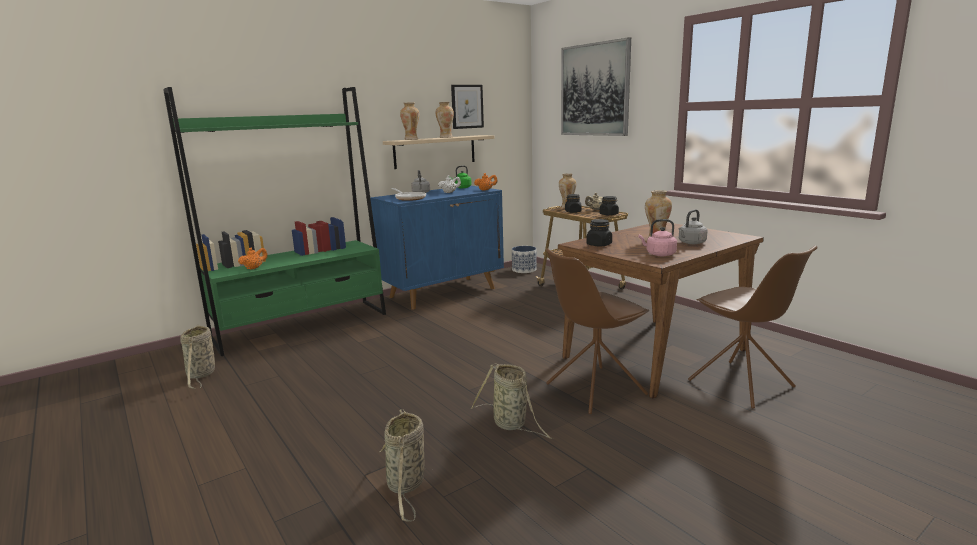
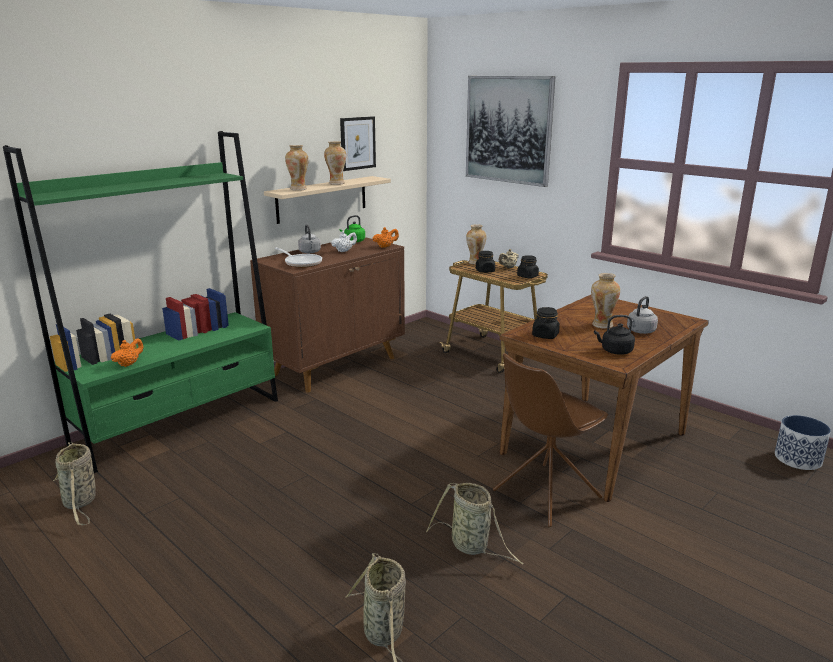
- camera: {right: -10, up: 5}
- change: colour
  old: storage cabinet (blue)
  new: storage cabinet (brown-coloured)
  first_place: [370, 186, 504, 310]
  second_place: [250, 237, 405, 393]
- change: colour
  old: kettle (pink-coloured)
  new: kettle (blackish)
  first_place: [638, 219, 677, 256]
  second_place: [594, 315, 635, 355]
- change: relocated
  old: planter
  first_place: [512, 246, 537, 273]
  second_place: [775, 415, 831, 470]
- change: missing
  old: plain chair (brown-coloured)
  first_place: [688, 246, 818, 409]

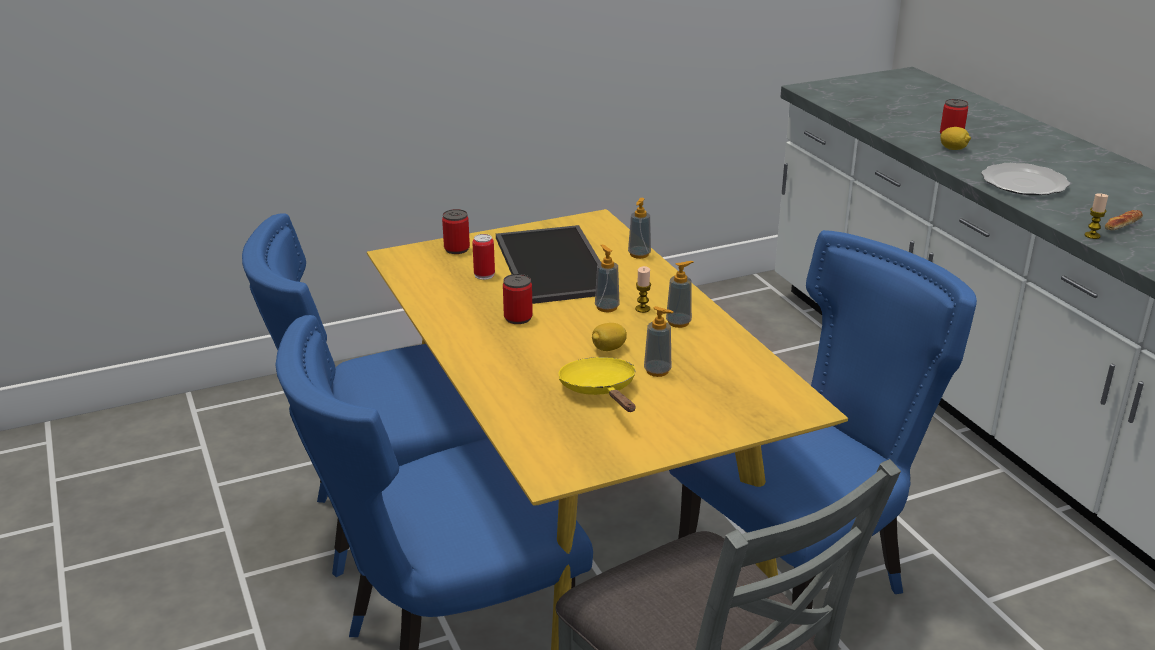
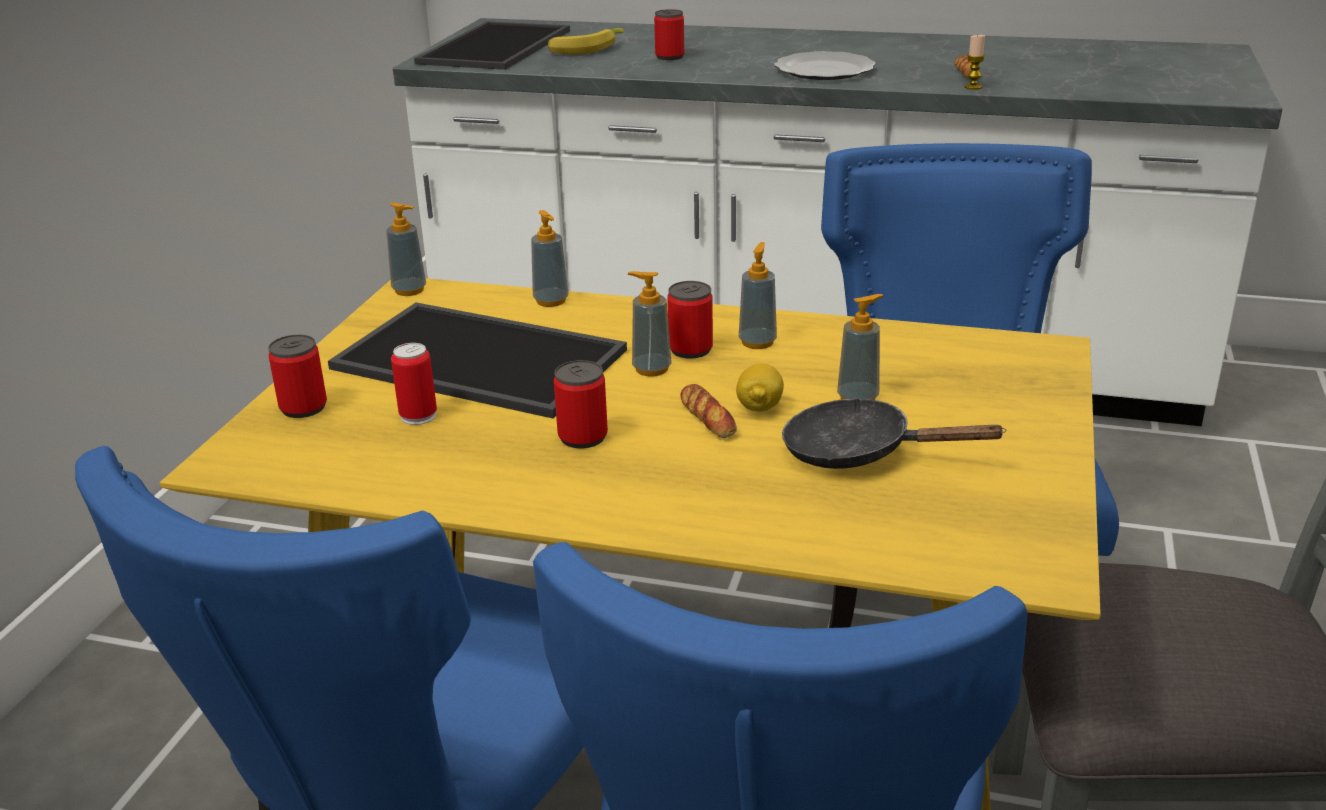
- camera: {right: -50, up: 0}
- change: missing
  old: lemon
  first_place: [940, 127, 971, 150]
- change: exchanged
  old: wax candle
  new: sealed can
  first_place: [635, 266, 651, 313]
  second_place: [667, 281, 713, 359]
- change: colour
  old: frying pan (yellowish)
  new: frying pan (blackish)
  first_place: [559, 357, 636, 412]
  second_place: [782, 398, 1007, 469]
- change: appeared
  new: tray
  second_place: [414, 21, 570, 70]
- change: appeared
  new: banana fruit
  second_place: [548, 28, 624, 55]
- change: appeared
  new: liquid soap bottle
  second_place: [386, 202, 426, 296]
- change: appeared
  new: baked bread
  second_place: [680, 384, 737, 438]

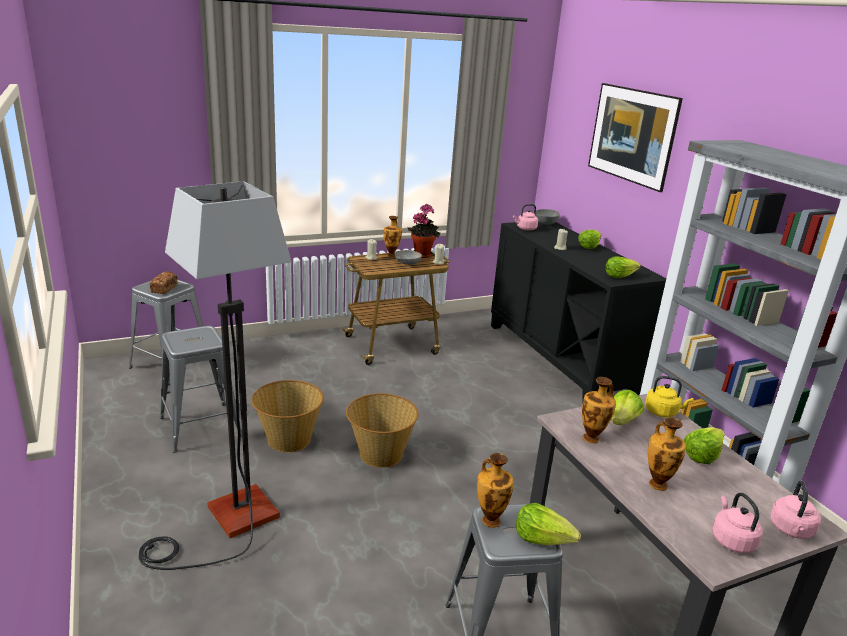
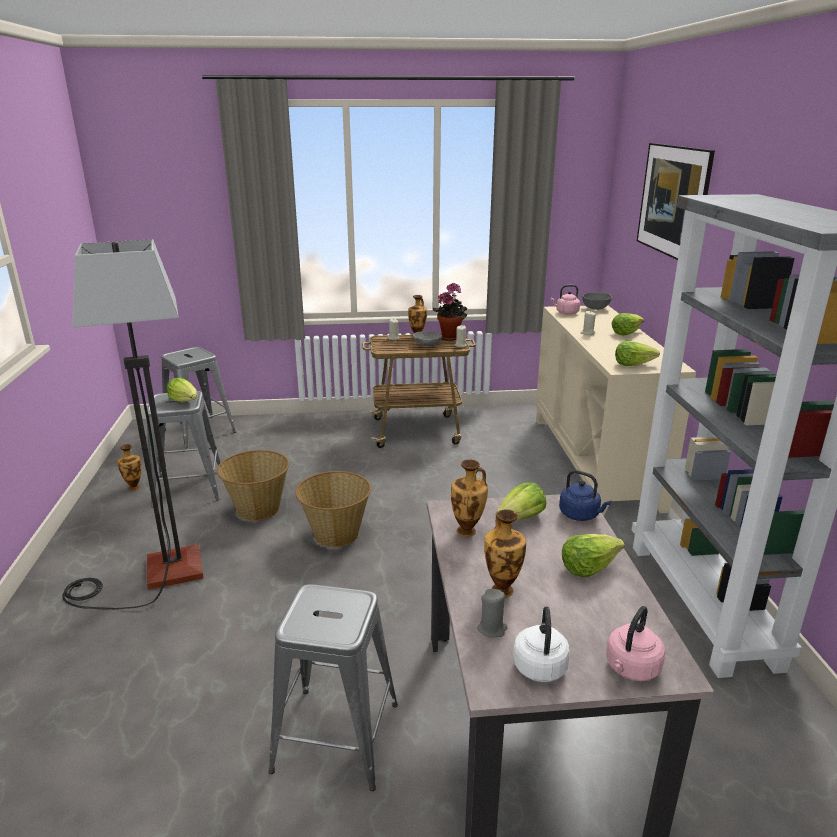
- camera: {right: 20, up: 0}
- change: colour
  old: storage cabinet (blackish)
  new: storage cabinet (beige-coloured)
  first_place: [491, 222, 666, 403]
  second_place: [536, 306, 696, 516]
- change: missing
  old: baked bread
  first_place: [150, 271, 178, 294]
- change: colour
  old: kettle (yellowish)
  new: kettle (blue)
  first_place: [645, 376, 694, 417]
  second_place: [559, 470, 611, 521]
- change: relocated
  old: vase
  first_place: [477, 453, 514, 528]
  second_place: [117, 444, 142, 491]
- change: colour
  old: kettle (pink-coloured)
  new: kettle (white)
  first_place: [712, 493, 763, 553]
  second_place: [513, 607, 570, 682]
- change: relocated
  old: head of lettuce
  first_place: [516, 503, 581, 545]
  second_place: [167, 378, 197, 402]
- change: appeared
  new: wax candle (gray)
  second_place: [477, 589, 508, 638]

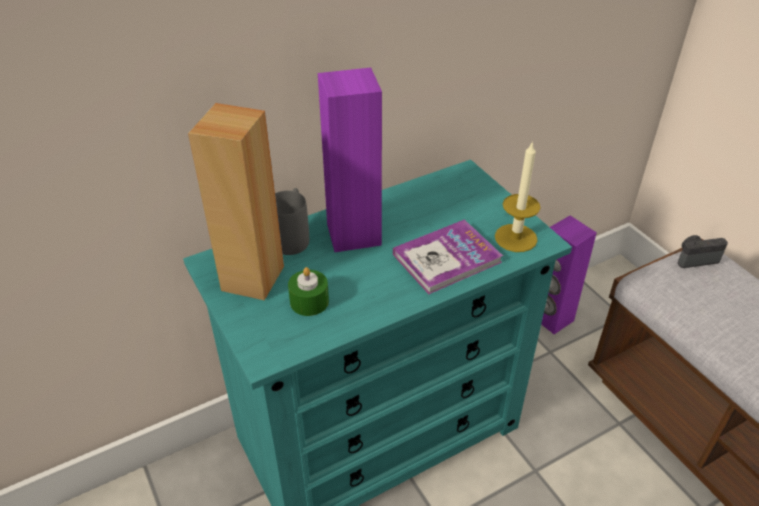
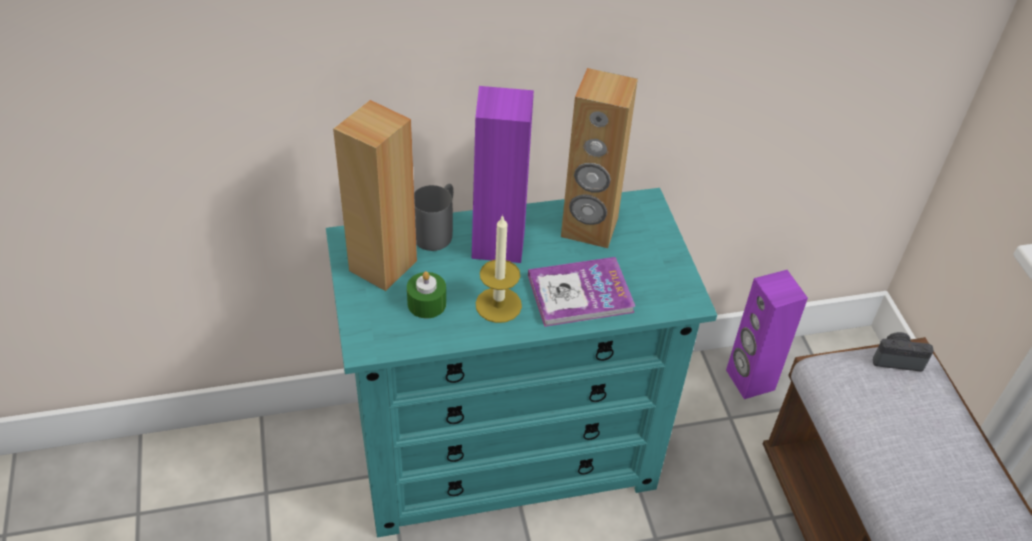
- camera: {right: 15, up: 5}
- change: relocated
  old: wax candle
  first_place: [495, 141, 541, 252]
  second_place: [476, 215, 522, 323]
- change: appeared
  new: audio speaker (brown-coloured)
  second_place: [561, 68, 638, 248]

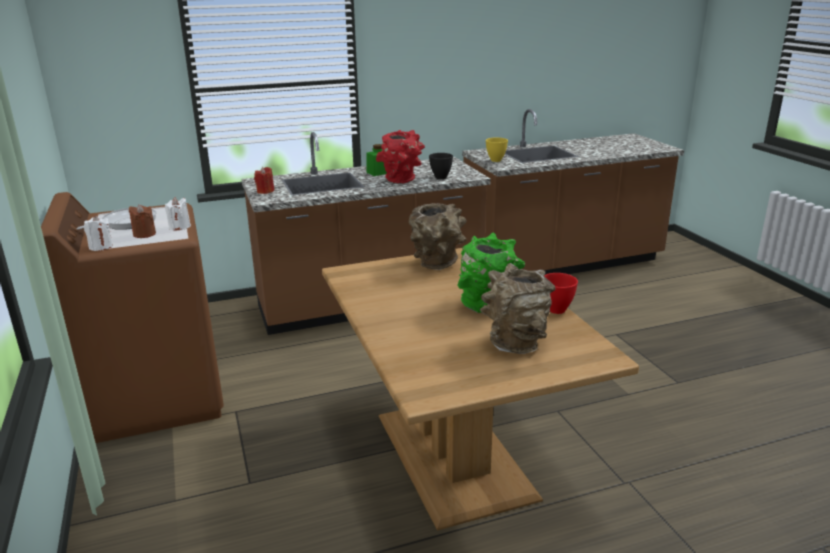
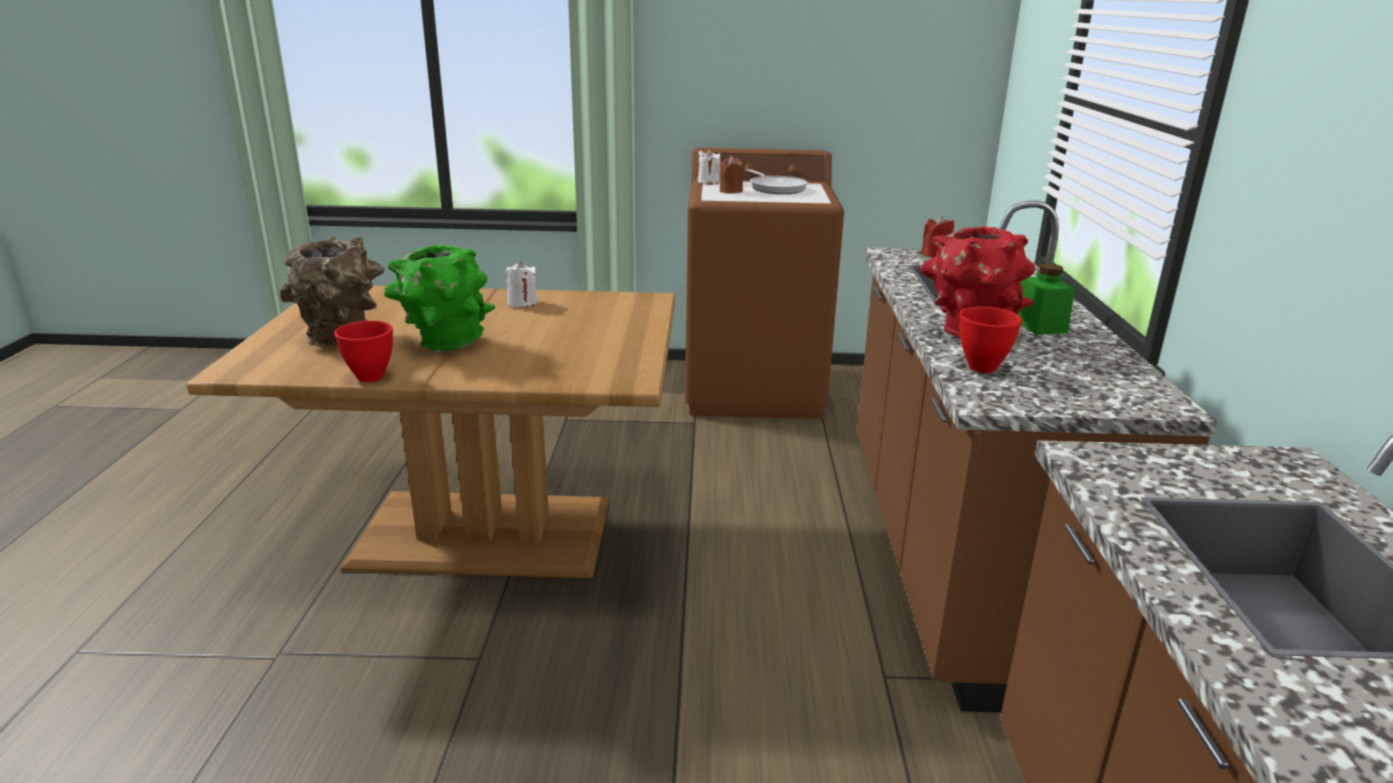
- camera: {right: 110, up: 0}
- change: missing
  old: bowl (yellowish)
  first_place: [486, 138, 508, 162]
- change: colour
  old: bowl (blackish)
  new: bowl (red-coloured)
  first_place: [429, 153, 453, 179]
  second_place: [960, 306, 1022, 373]
- change: relocated
  old: wax candle (white)
  first_place: [165, 197, 191, 231]
  second_place: [505, 261, 537, 307]
- change: missing
  old: vase (brown-coloured)
  first_place: [409, 203, 467, 270]

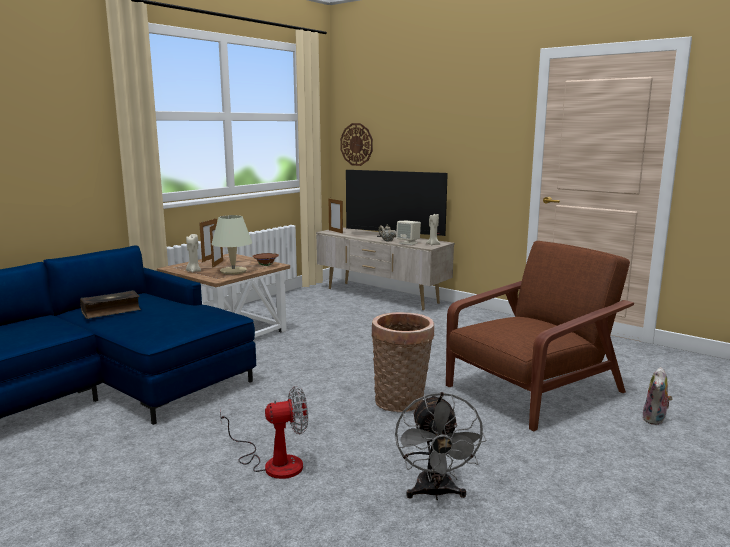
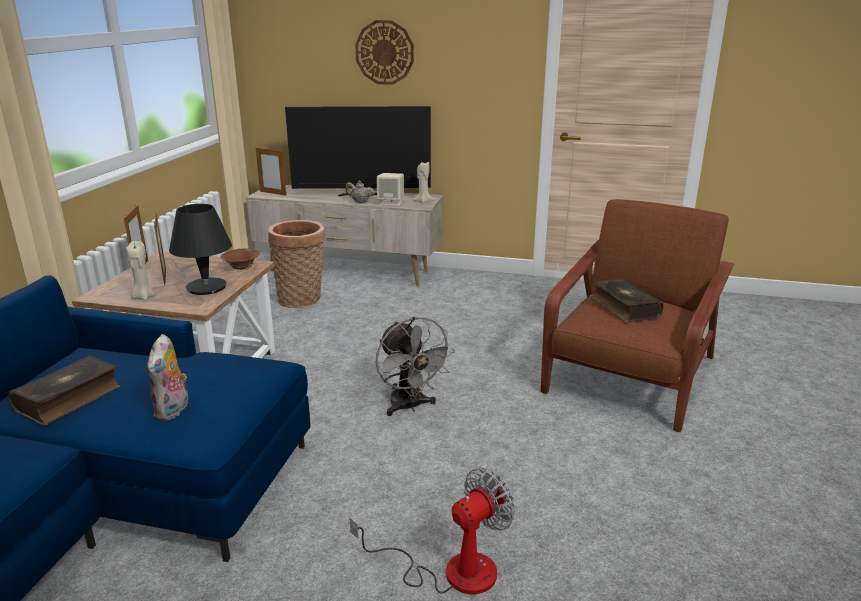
- camera: {right: -25, up: 10}
- change: relocated
  old: clock on the wall
  first_place: [340, 123, 373, 166]
  second_place: [355, 20, 414, 85]
- change: colour
  old: tabletop lamp (beige-coloured)
  new: tabletop lamp (blackish)
  first_place: [211, 215, 252, 275]
  second_place: [169, 204, 232, 295]
- change: relocated
  old: storage basket
  first_place: [371, 312, 434, 412]
  second_place: [268, 220, 325, 308]
- change: relocated
  old: cuddly toy
  first_place: [642, 367, 673, 425]
  second_place: [147, 334, 188, 420]
- change: relocated
  old: cooling fan (gray)
  first_place: [395, 392, 486, 500]
  second_place: [376, 317, 455, 416]
- change: appeared
  new: book
  second_place: [591, 278, 663, 322]

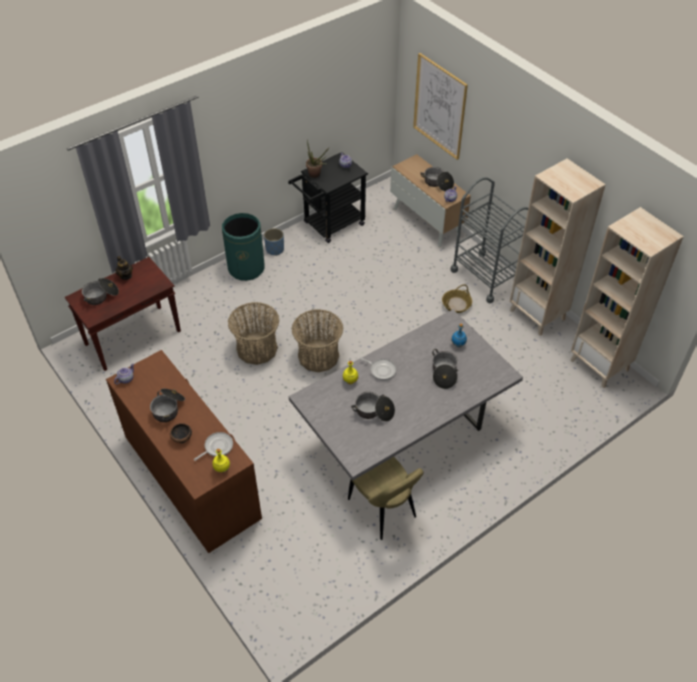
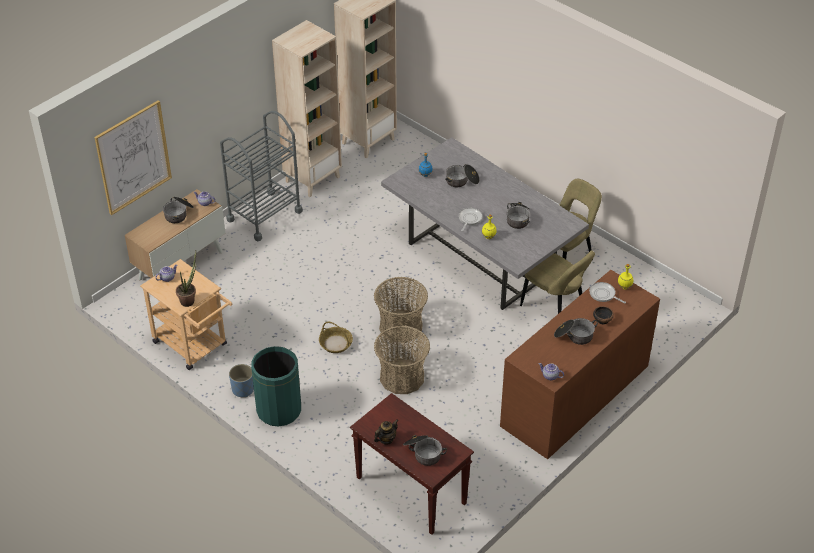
- camera: {right: -100, up: -5}
- change: colour
  old: cart (blackish)
  new: cart (beige-coloured)
  first_place: [288, 152, 368, 243]
  second_place: [140, 259, 232, 370]
- change: relocated
  old: storage basket
  first_place: [442, 284, 472, 313]
  second_place: [319, 322, 353, 353]
- change: appeared
  new: plain chair (beige-coloured)
  second_place: [520, 250, 595, 314]

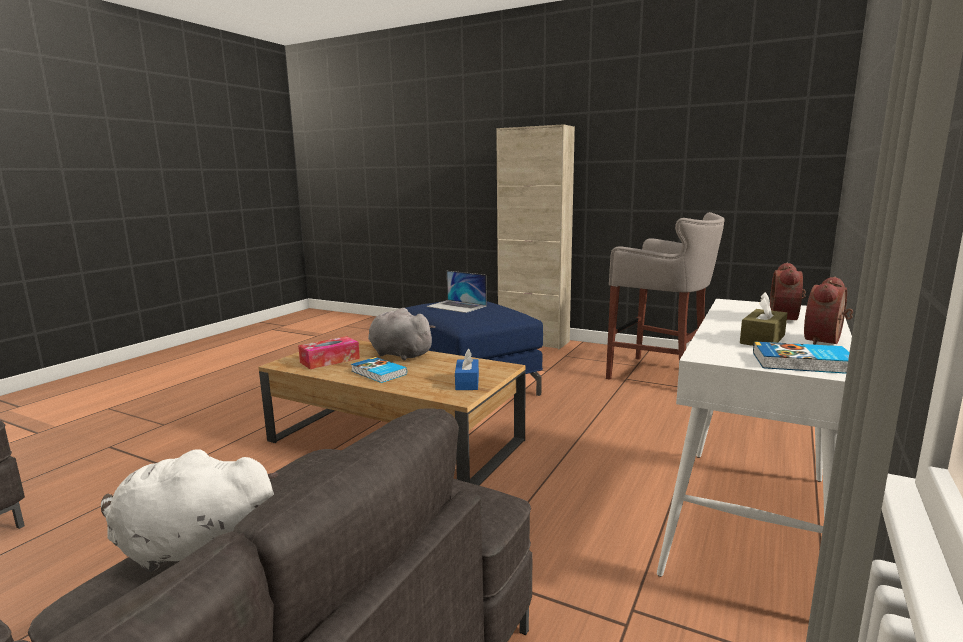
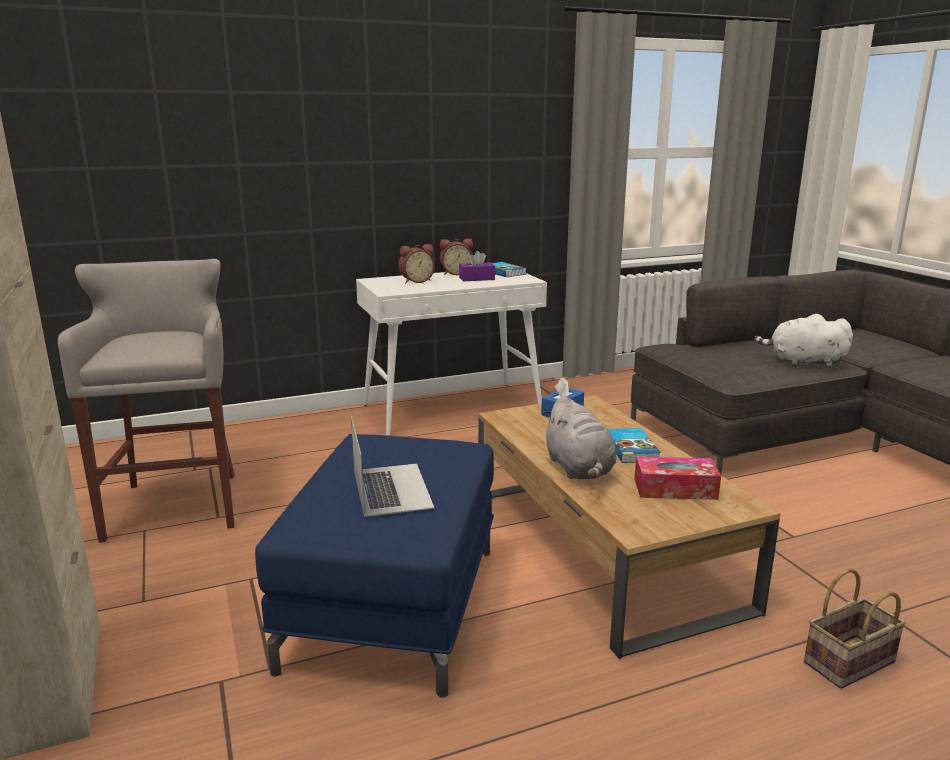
- camera: {right: -140, up: 5}
- change: colour
  old: tissue box (brown-coloured)
  new: tissue box (purplish)
  first_place: [740, 292, 788, 346]
  second_place: [459, 251, 495, 281]
- change: spun
  old: cuddly toy (white)
  first_place: [101, 449, 279, 572]
  second_place: [754, 314, 853, 368]
  degrees: 150
- change: appeared
  new: storage basket
  second_place: [804, 569, 906, 689]

